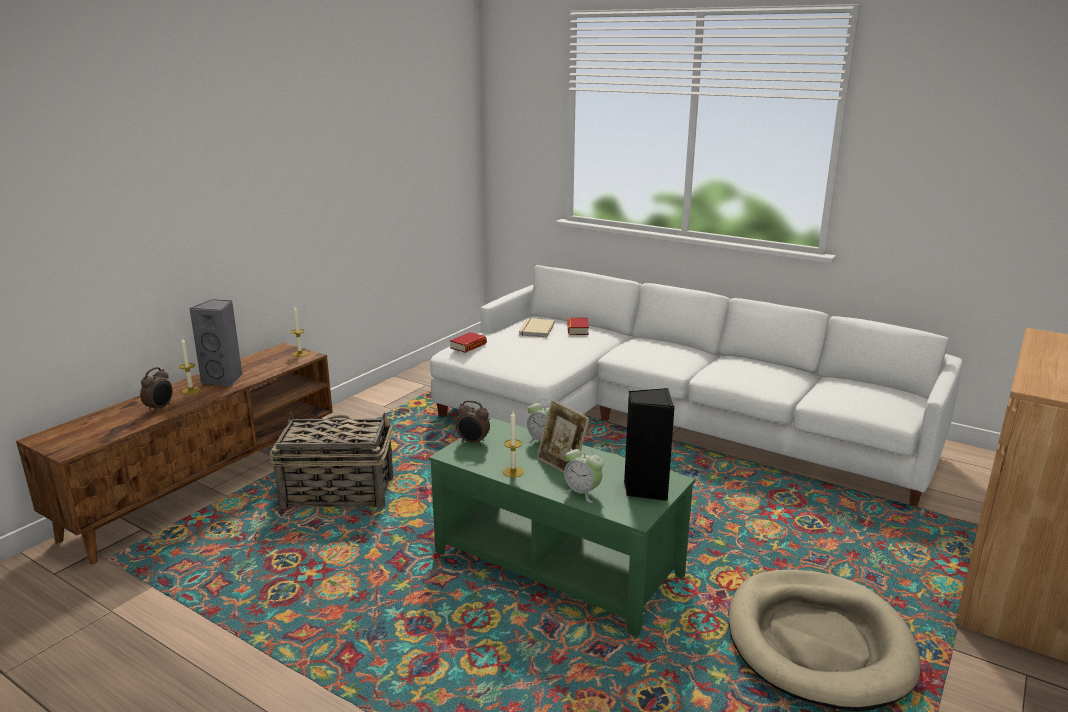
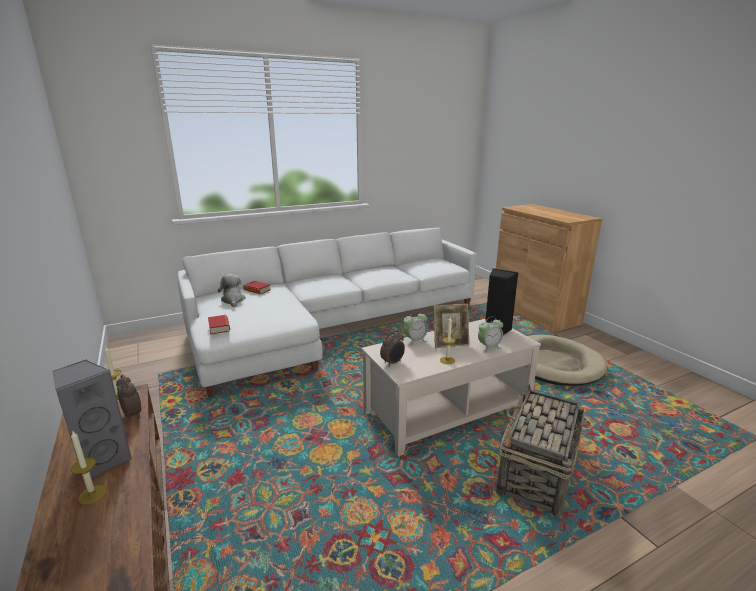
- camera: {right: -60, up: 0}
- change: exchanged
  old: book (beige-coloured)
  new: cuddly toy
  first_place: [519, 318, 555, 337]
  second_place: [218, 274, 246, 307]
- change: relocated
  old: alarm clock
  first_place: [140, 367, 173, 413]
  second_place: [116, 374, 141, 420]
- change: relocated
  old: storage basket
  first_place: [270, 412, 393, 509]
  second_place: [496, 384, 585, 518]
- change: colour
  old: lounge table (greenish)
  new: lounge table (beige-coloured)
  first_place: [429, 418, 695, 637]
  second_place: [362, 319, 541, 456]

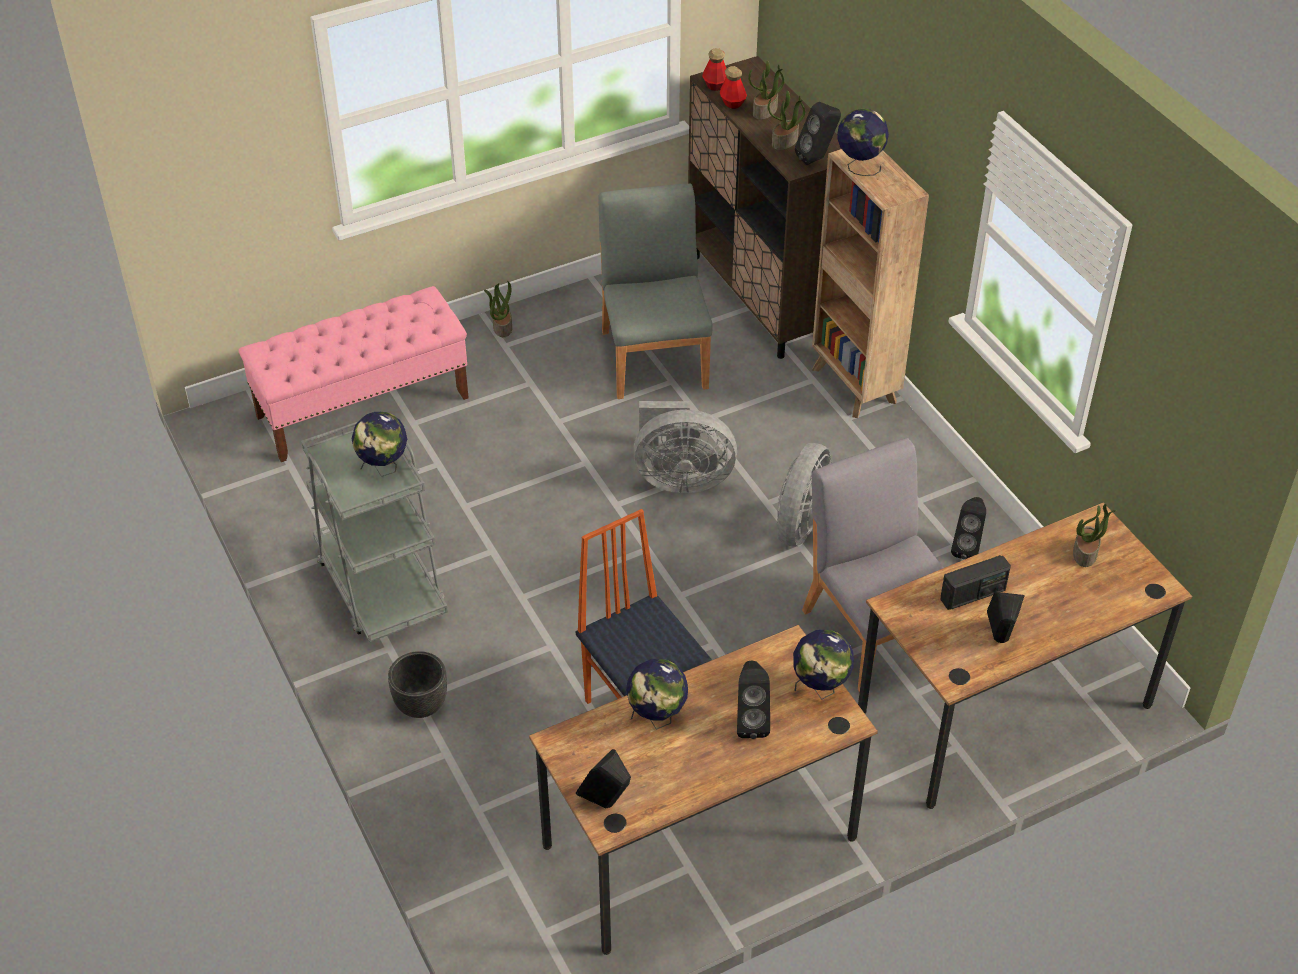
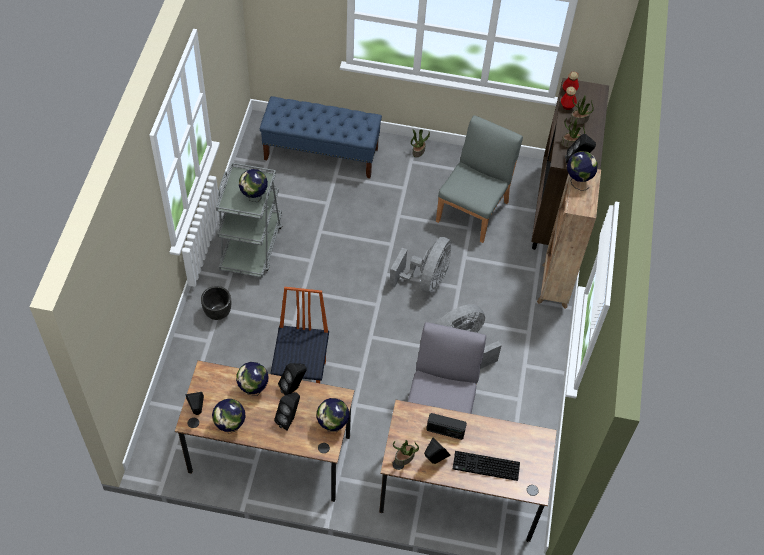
- camera: {right: 35, up: 10}
- change: colour
  old: long seat (pink-coloured)
  new: long seat (blue)
  first_place: [238, 286, 469, 462]
  second_place: [260, 96, 382, 178]
- change: spun
  old: cooling fan (gray)
  first_place: [633, 401, 737, 493]
  second_place: [389, 237, 451, 293]
  degrees: -105
- change: relocated
  old: audio speaker (blackish)
  first_place: [951, 497, 986, 559]
  second_place: [278, 363, 306, 396]
- change: relocated
  old: houseplant
  first_place: [1073, 504, 1117, 567]
  second_place: [393, 440, 419, 466]
- change: appeared
  new: world globe
  second_place: [212, 399, 246, 434]
- change: appeared
  new: keyboard
  second_place: [453, 451, 520, 481]

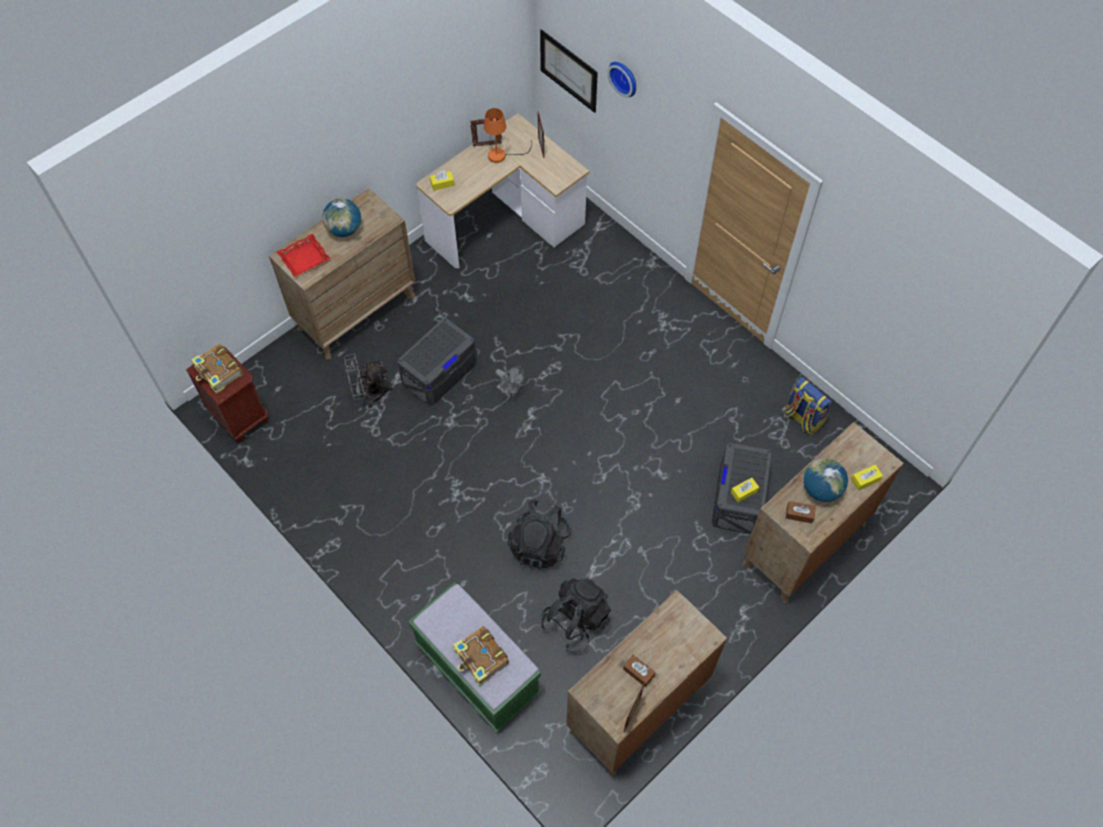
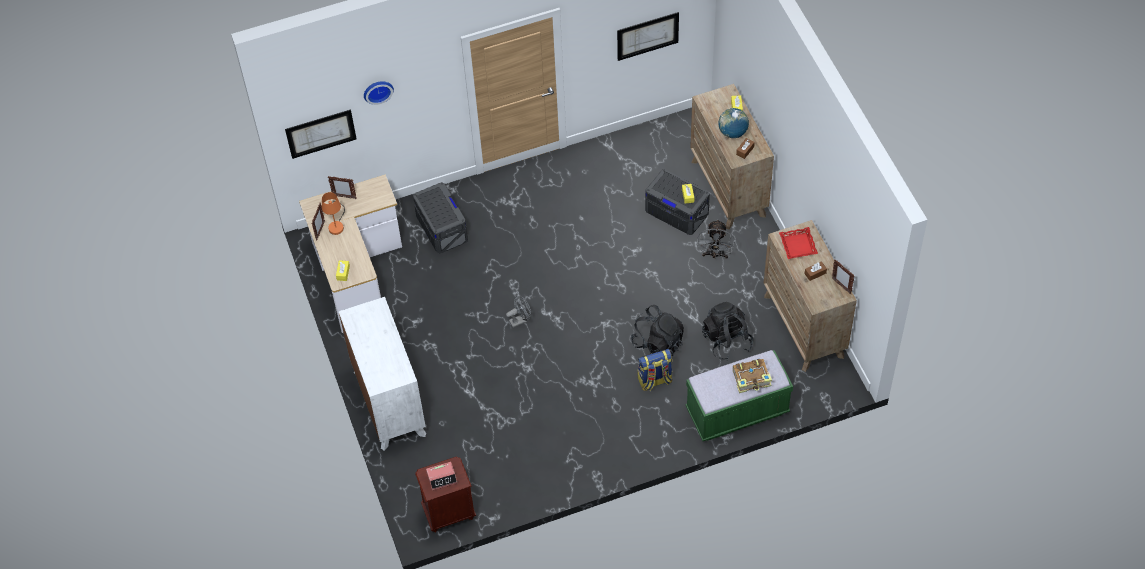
- camera: {right: -65, up: -5}
- change: colour
  old: chest of drawers (brown-coloured)
  new: chest of drawers (white)
  first_place: [269, 188, 415, 360]
  second_place: [339, 297, 426, 451]
- change: missing
  old: world globe
  first_place: [322, 198, 361, 237]
- change: relocated
  old: tray (red-coloured)
  first_place: [277, 234, 331, 277]
  second_place: [779, 227, 818, 259]
- change: relocated
  old: storage bin (gray)
  first_place: [397, 318, 477, 406]
  second_place: [413, 182, 468, 254]
- change: exchanged
  old: book
  new: alarm clock
  first_place: [191, 344, 243, 394]
  second_place: [426, 462, 457, 490]
- change: relocated
  old: cooling fan (gray)
  first_place: [344, 353, 393, 408]
  second_place: [697, 220, 734, 259]
- change: relocated
  old: backpack
  first_place: [784, 377, 832, 435]
  second_place: [638, 349, 672, 391]
- change: appeared
  new: wall art
  second_place: [617, 12, 679, 61]

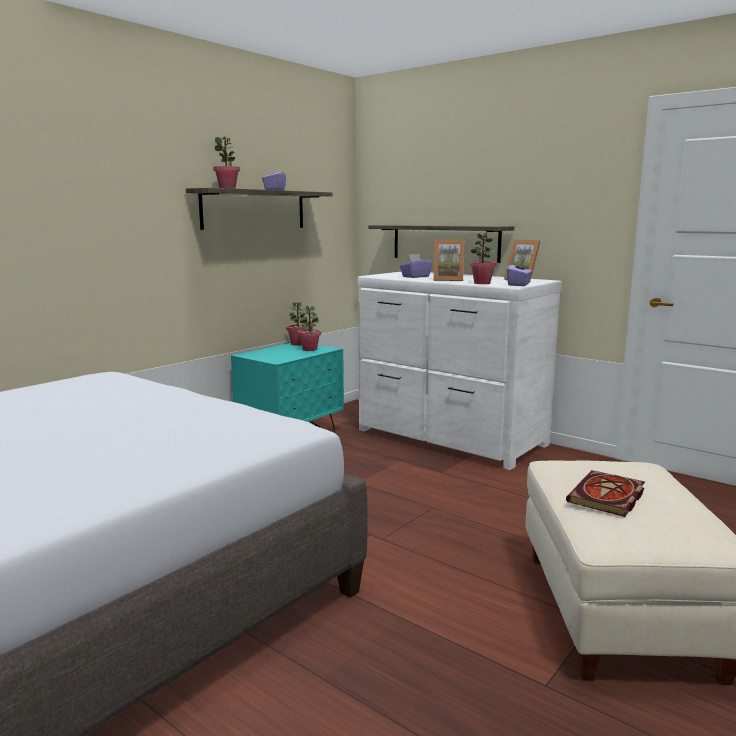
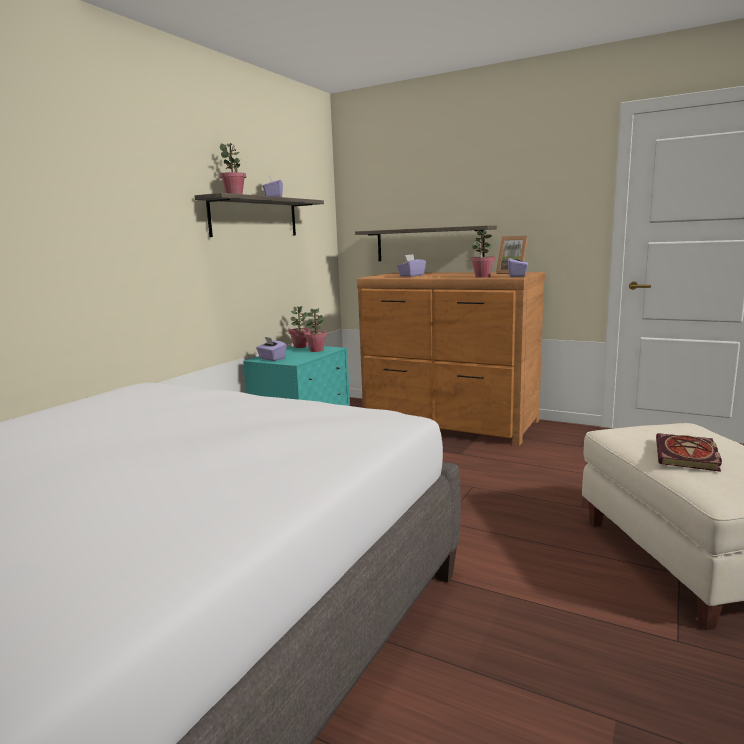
- camera: {right: -10, up: 0}
- change: missing
  old: photo frame
  first_place: [433, 239, 464, 281]
- change: colour
  old: chest of drawers (white)
  new: chest of drawers (brown-coloured)
  first_place: [358, 272, 562, 470]
  second_place: [357, 272, 545, 446]
- change: appeared
  new: tissue box (purplish)
  second_place: [256, 336, 287, 361]

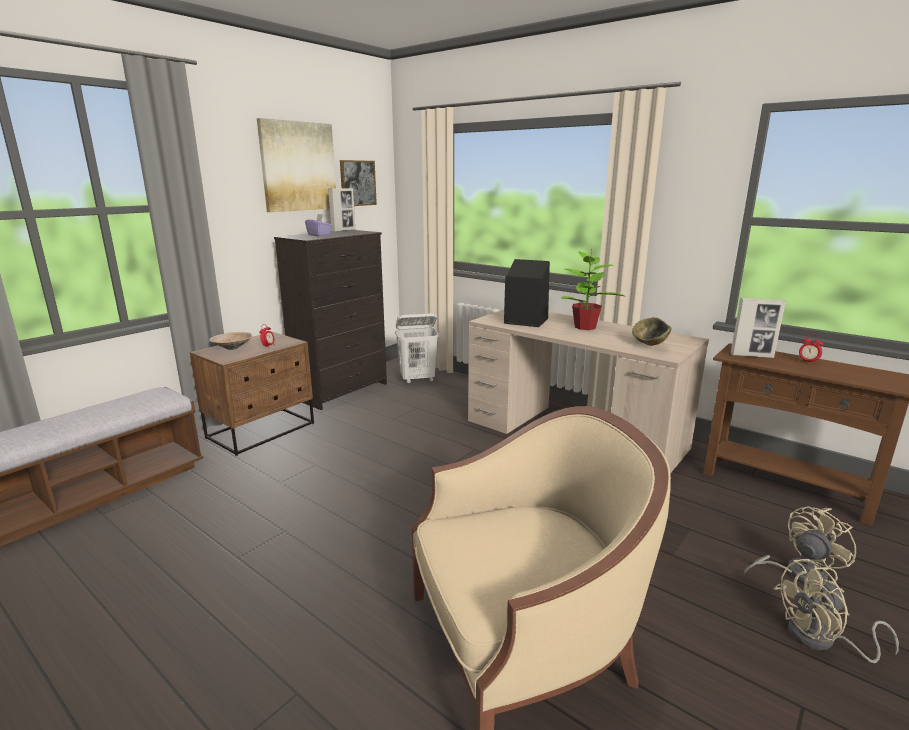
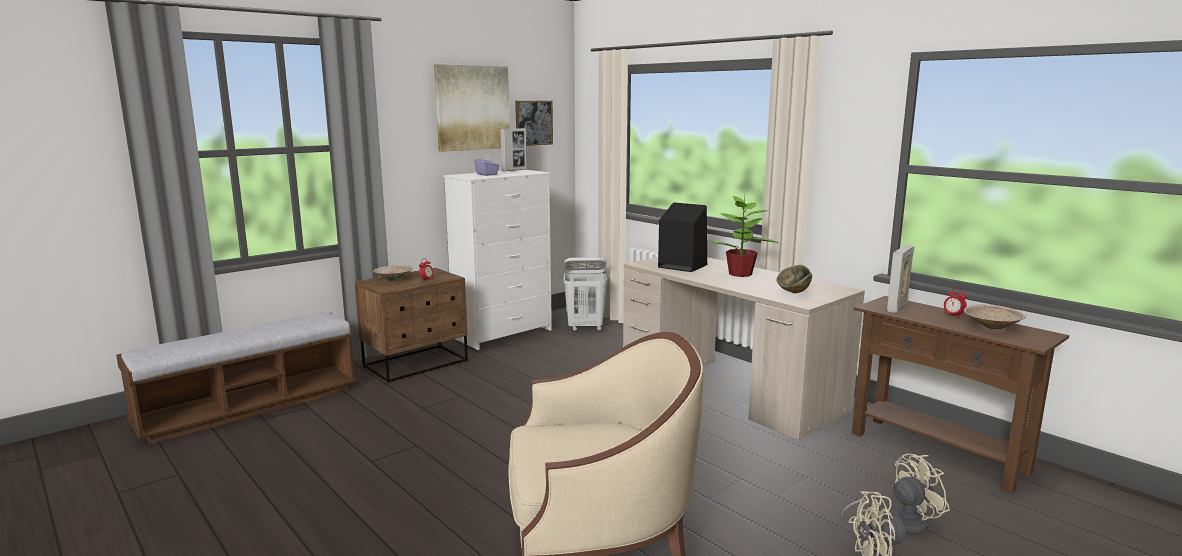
- camera: {right: 10, up: -5}
- change: colour
  old: chest of drawers (blackish)
  new: chest of drawers (white)
  first_place: [274, 230, 387, 410]
  second_place: [443, 170, 552, 350]
- change: spun
  old: photo frame
  first_place: [731, 298, 786, 358]
  second_place: [887, 245, 914, 313]
  degrees: 105
- change: appeared
  new: bowl (beige-coloured)
  second_place: [964, 304, 1026, 329]

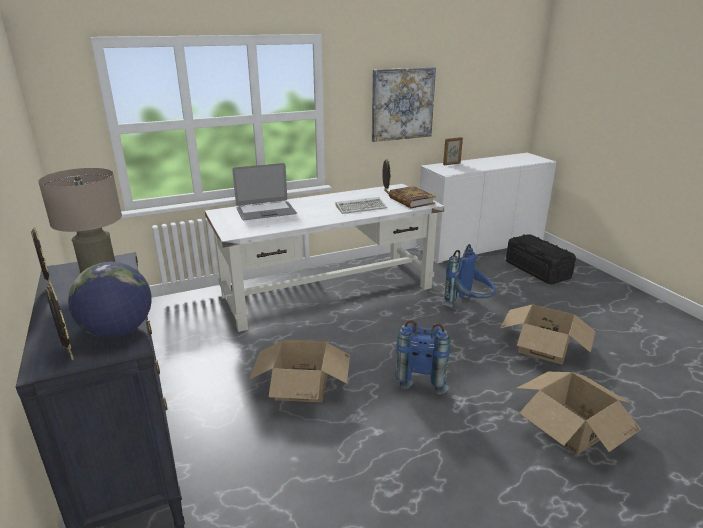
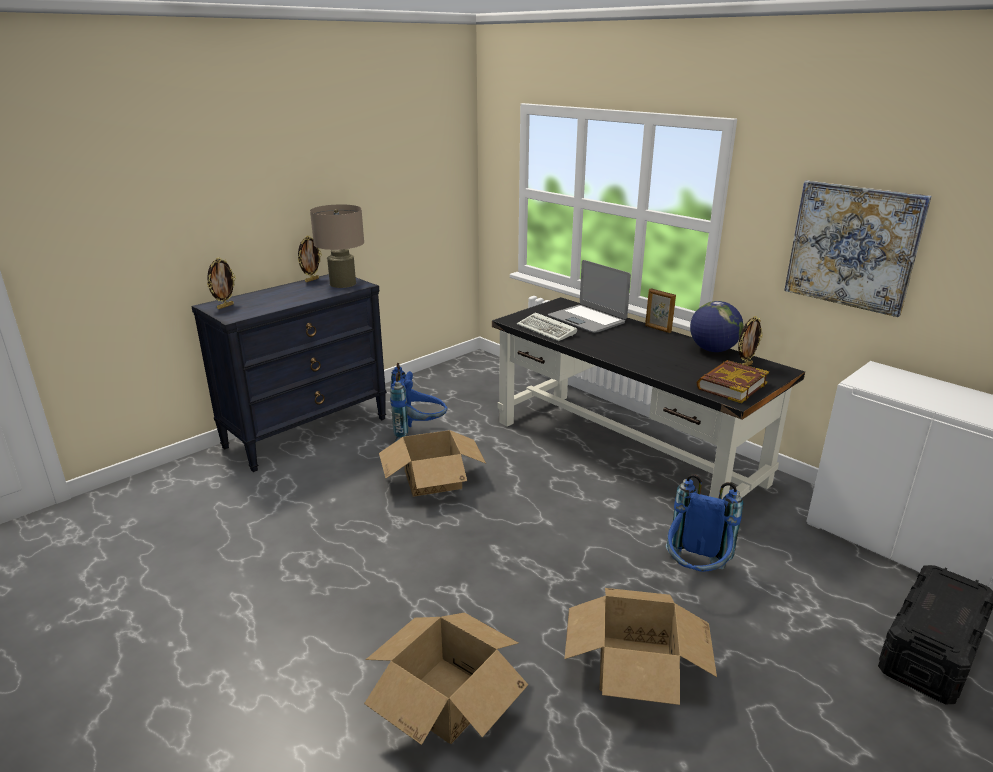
- camera: {right: 70, up: 0}
- change: relocated
  old: photo frame
  first_place: [443, 137, 463, 165]
  second_place: [645, 288, 676, 333]
- change: colour
  old: desk table (white)
  new: desk table (blackish)
  first_place: [205, 184, 445, 332]
  second_place: [492, 297, 805, 499]
- change: relocated
  old: keyboard
  first_place: [336, 197, 387, 214]
  second_place: [517, 312, 577, 341]
- change: relocated
  old: world globe
  first_place: [68, 262, 152, 338]
  second_place: [690, 301, 743, 352]
- change: relocated
  old: backpack (blue)
  first_place: [396, 320, 450, 394]
  second_place: [390, 363, 447, 442]

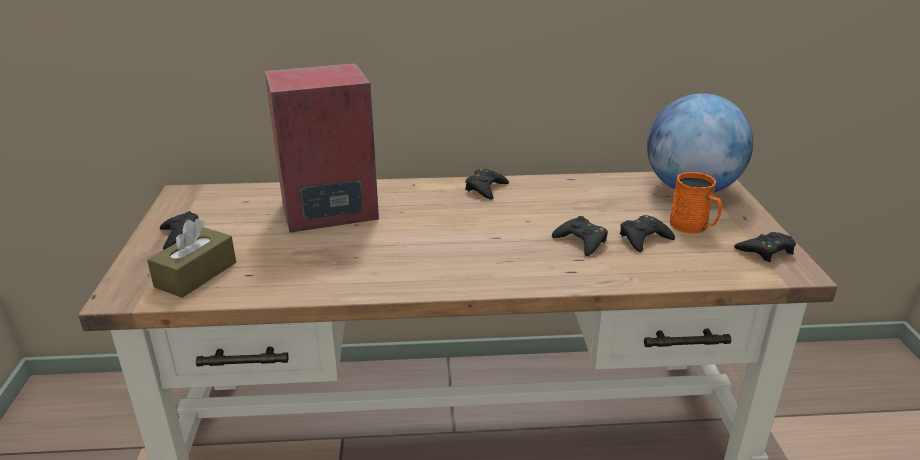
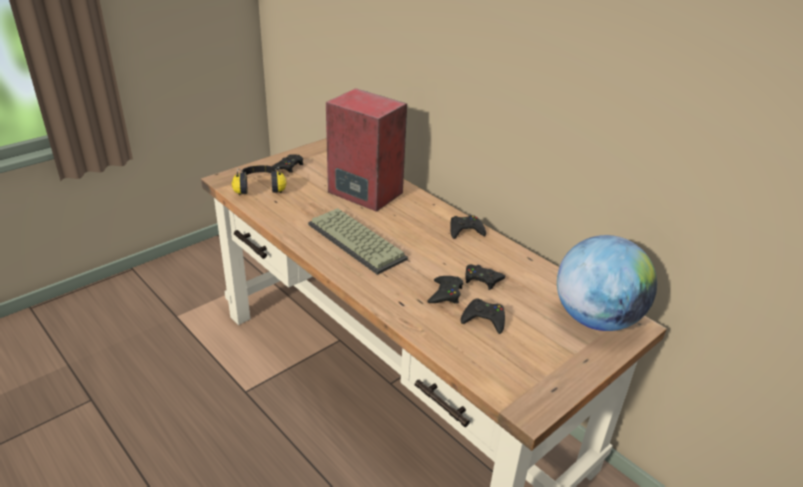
- camera: {right: 50, up: 5}
- change: missing
  old: tea mug (orange-coloured)
  first_place: [670, 172, 722, 234]
- change: exchanged
  old: tissue box (brown-coloured)
  new: headset
  first_place: [147, 219, 236, 298]
  second_place: [232, 165, 287, 195]
- change: relocated
  old: game controller (blackish)
  first_place: [734, 232, 796, 262]
  second_place: [465, 264, 505, 290]
- change: appeared
  new: keyboard
  second_place: [308, 208, 408, 275]

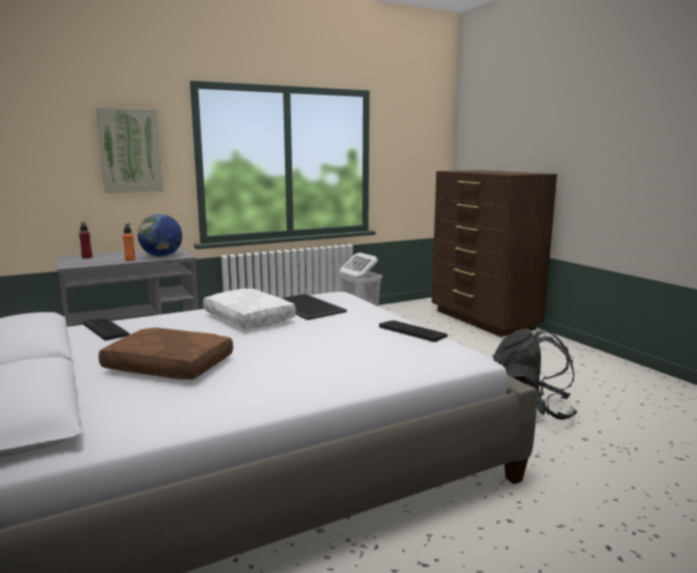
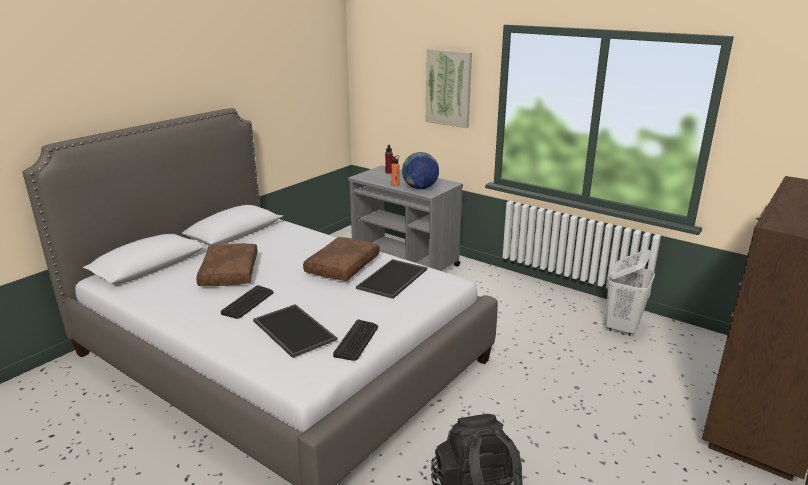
- camera: {right: 65, up: 10}
- change: colour
  old: pillow (white)
  new: pillow (brown-coloured)
  first_place: [203, 289, 296, 329]
  second_place: [303, 237, 380, 281]
- change: relocated
  old: keyboard
  first_place: [83, 318, 130, 341]
  second_place: [221, 285, 273, 319]
- change: appeared
  new: tray
  second_place: [253, 304, 337, 358]

